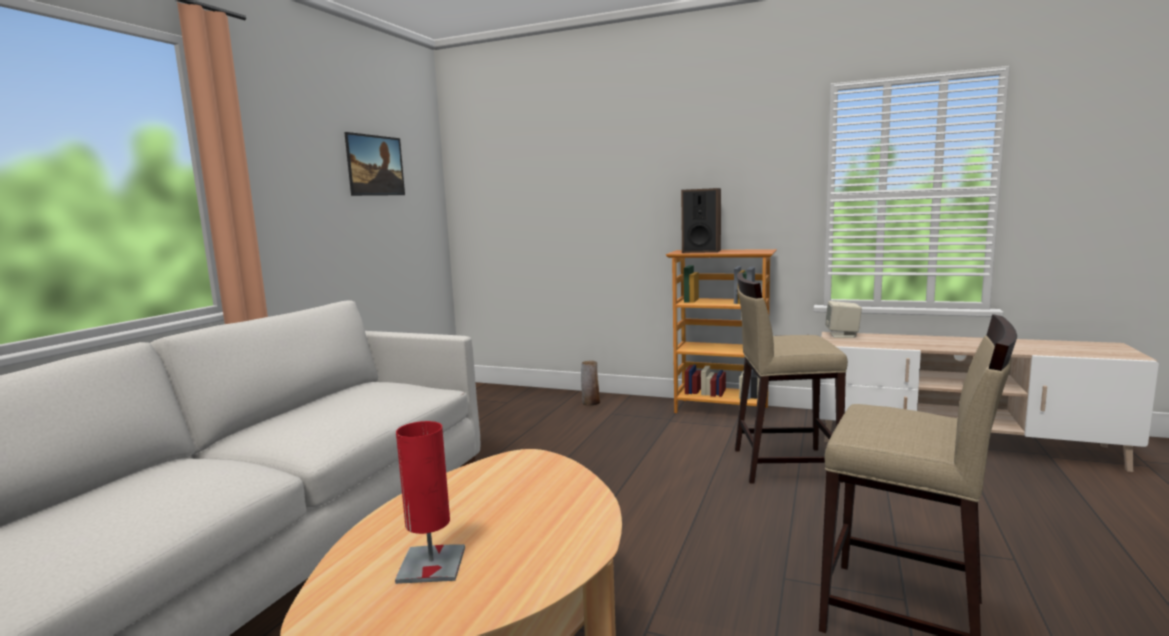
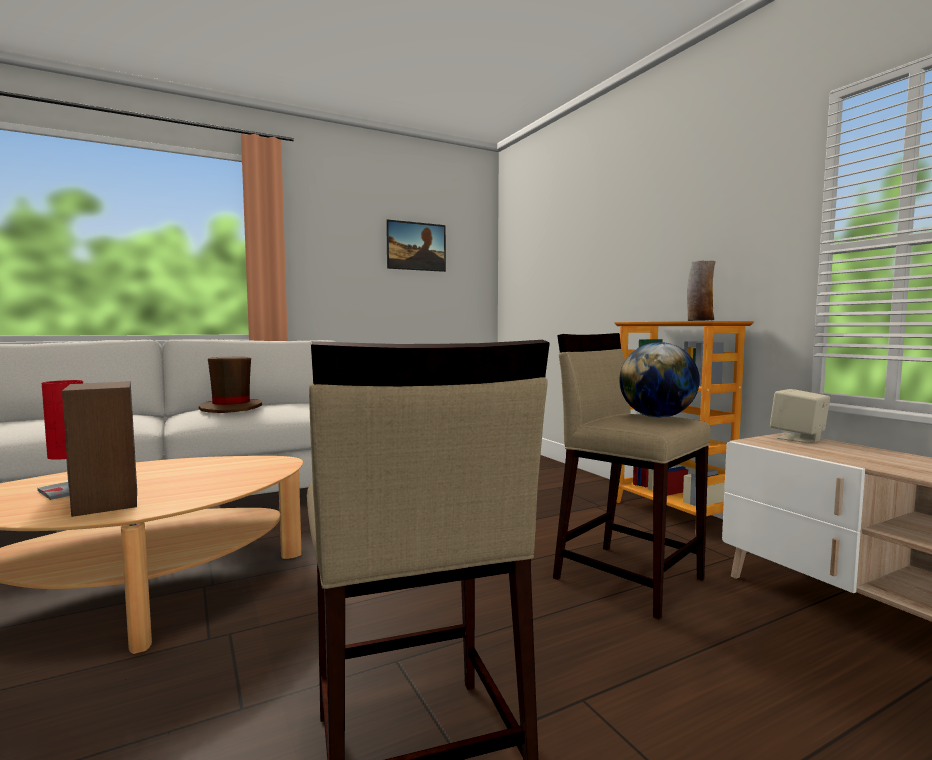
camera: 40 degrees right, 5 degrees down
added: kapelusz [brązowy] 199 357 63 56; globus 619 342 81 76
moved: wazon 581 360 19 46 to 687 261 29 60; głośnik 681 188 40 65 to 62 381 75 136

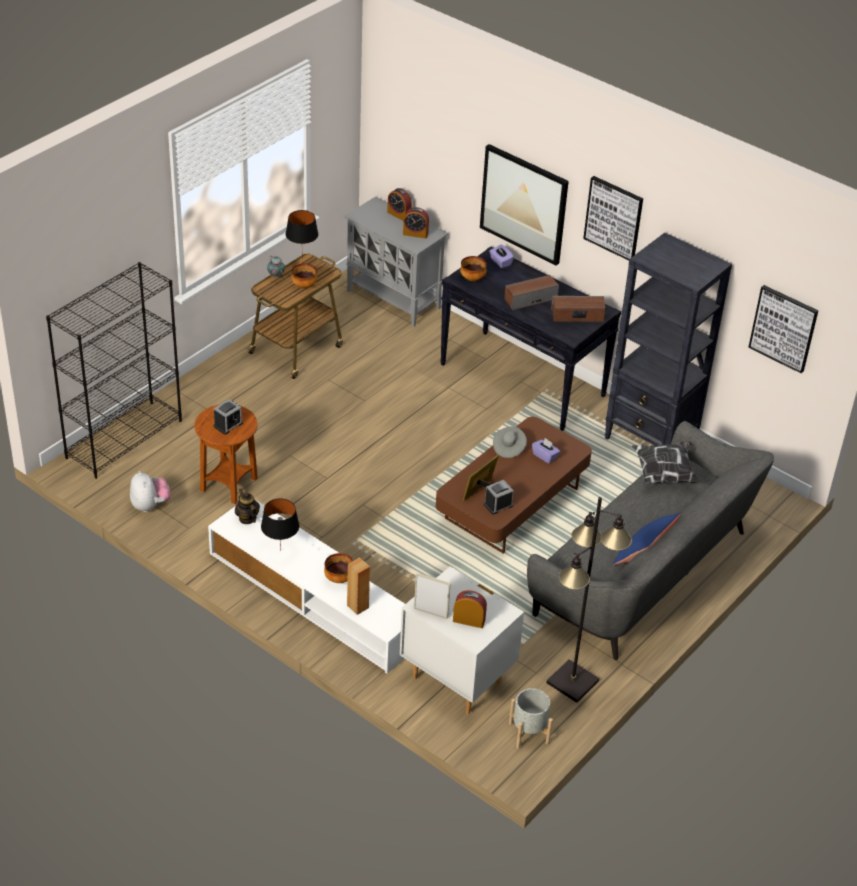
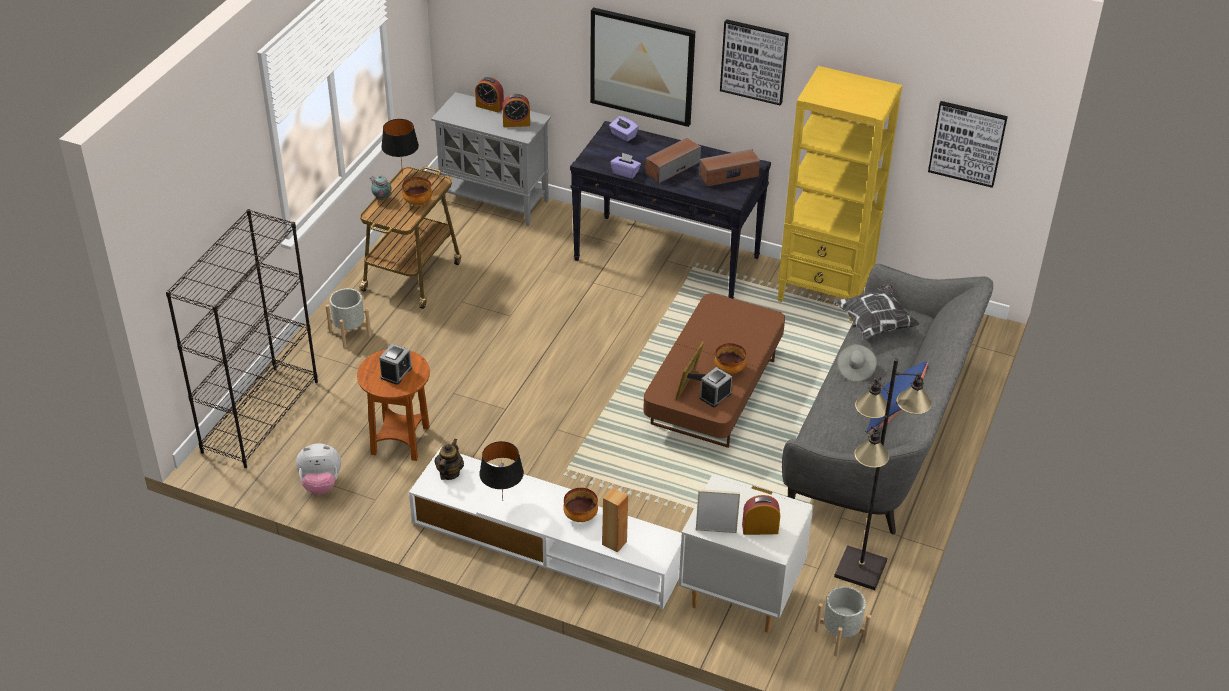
camera: 15 degrees left, 0 degrees up
added: donica [szary] 326 288 45 60
moved: miska 460 256 27 25 to 715 343 32 31; kapelusz [szary] 493 426 34 32 to 837 344 40 38; pudełko chusteczek [fioletowy] 532 438 28 26 to 610 152 31 27
recoloured: regał [czarny] 605 233 127 212 to regał [żółty] 778 66 124 256
turned: pluszak 130 471 41 41 = 296 443 45 51 120 degrees clockwise; imbryk 235 489 25 35 = 435 439 29 41 60 degrees clockwise

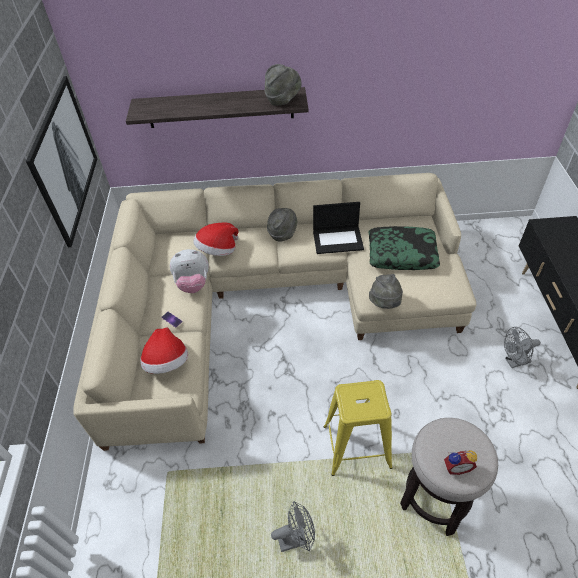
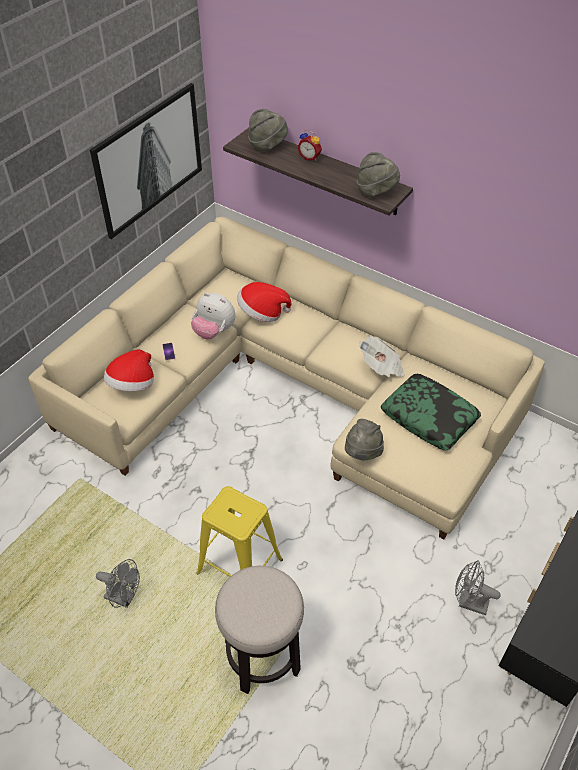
camera: 35 degrees right, 0 degrees up
moved: kapelusz [szary] 267 208 30 34 to 248 109 40 43; budzik 444 450 33 25 to 297 130 25 31
replaced: laptop 313 202 51 52 to gazeta 359 336 46 41

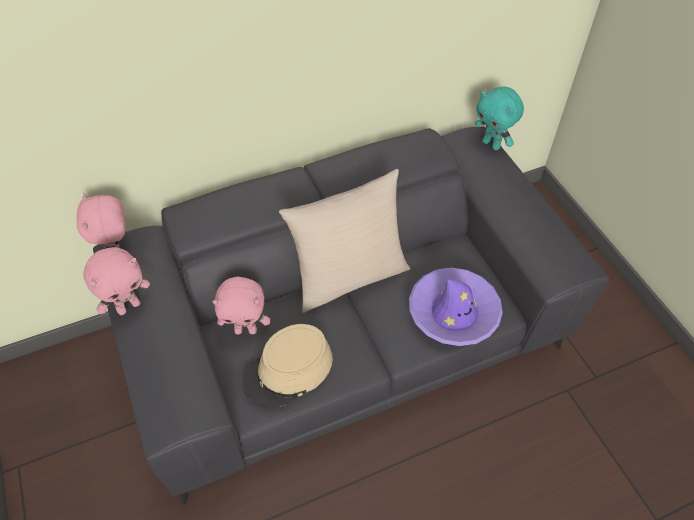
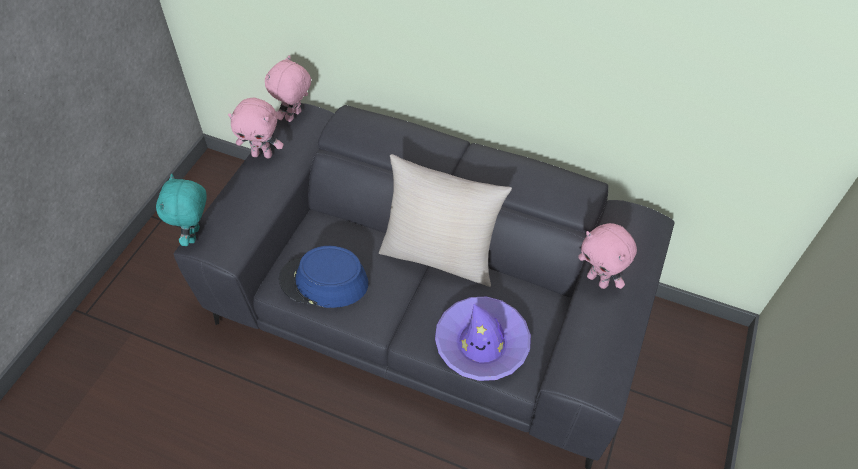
camera: 45 degrees right, 0 degrees up
moved: pluszak [różowy] 212 277 58 57 to 578 223 59 66; pluszak [turkusowy] 475 86 49 64 to 156 174 51 72
recoloured: kapelusz [beżowy] 242 324 91 83 to kapelusz [niebieski] 279 246 90 62

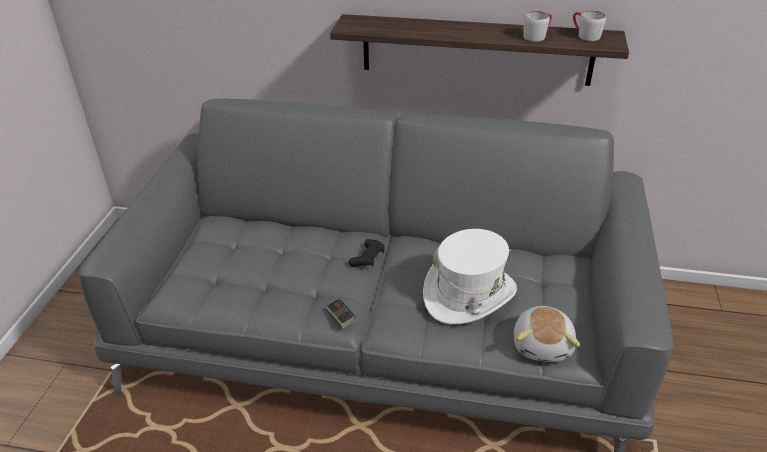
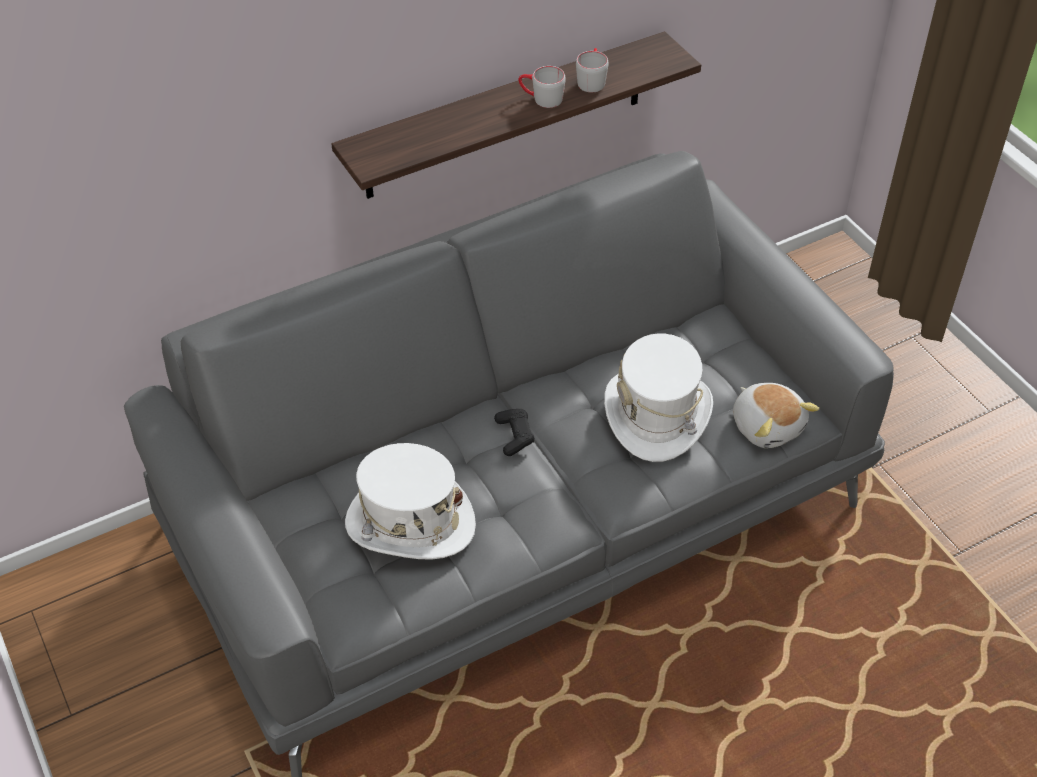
camera: 40 degrees left, 10 degrees up
removed: pad do gier 325 299 31 30
added: kapelusz [biały] 345 443 131 117
moved: kubek [szary] 573 10 33 31 to 518 66 48 42

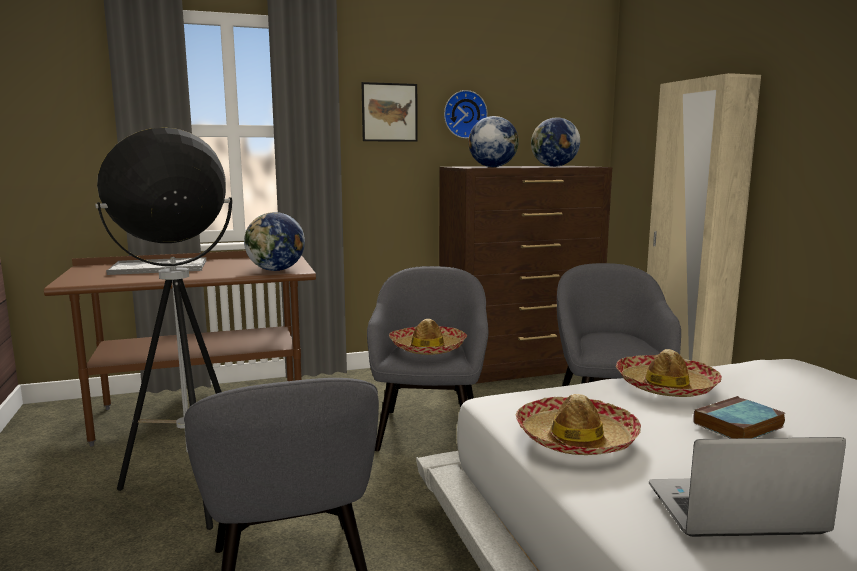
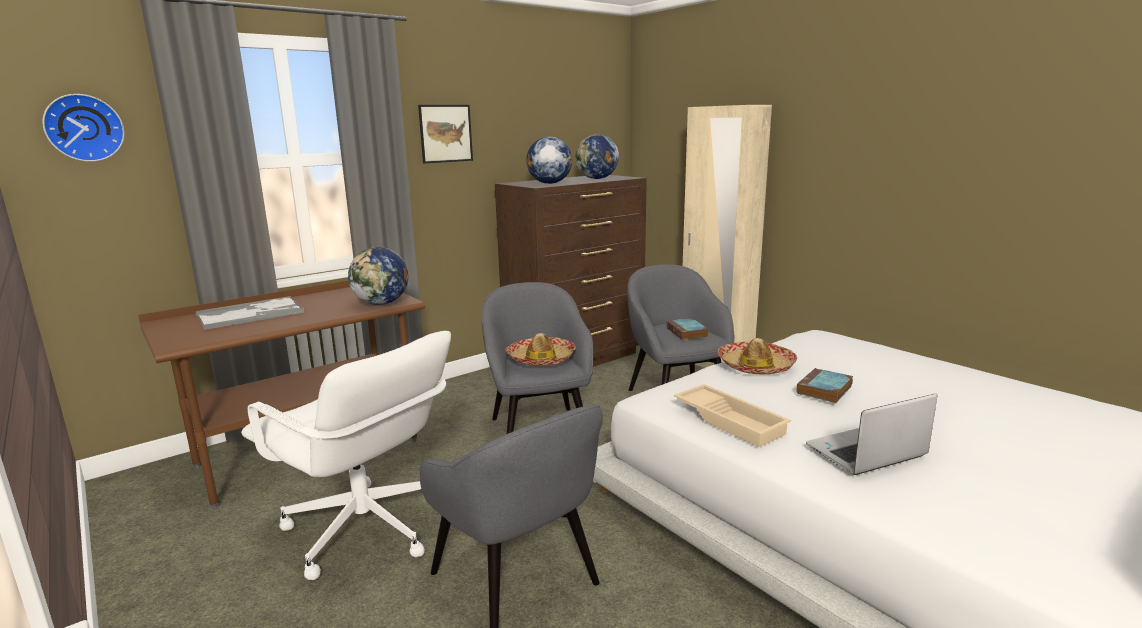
camera: 20 degrees left, 5 degrees up
added: książka 667 318 42 22
moved: zegar ścienny 444 90 44 49 to 42 94 83 68
replaced: lampa stojąca 95 127 138 403 to krzesło biurowe [biały] 241 331 210 249; kapelusz 516 394 125 61 to taca [beżowy] 674 384 117 63

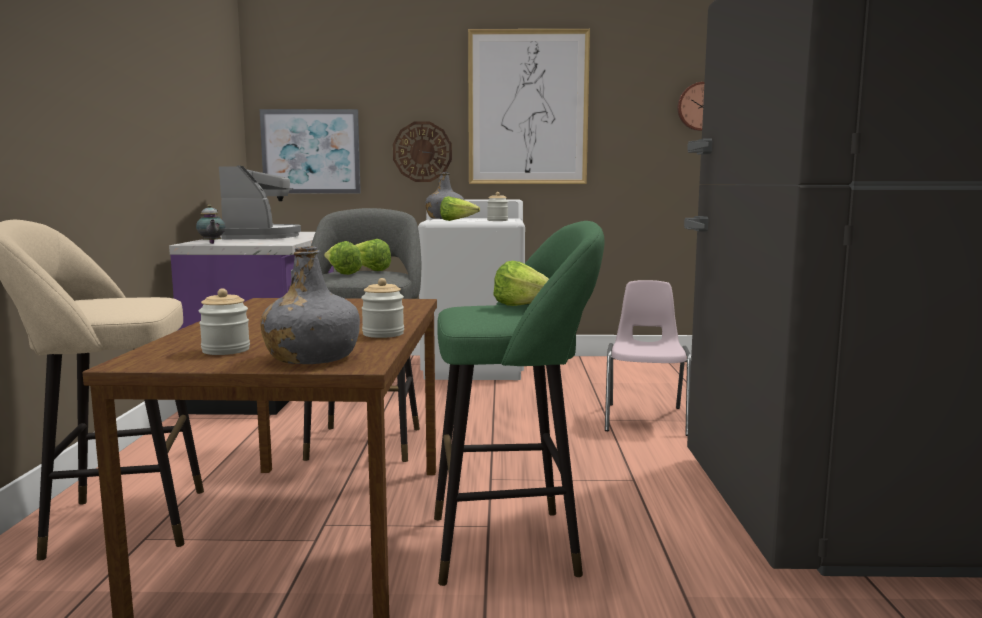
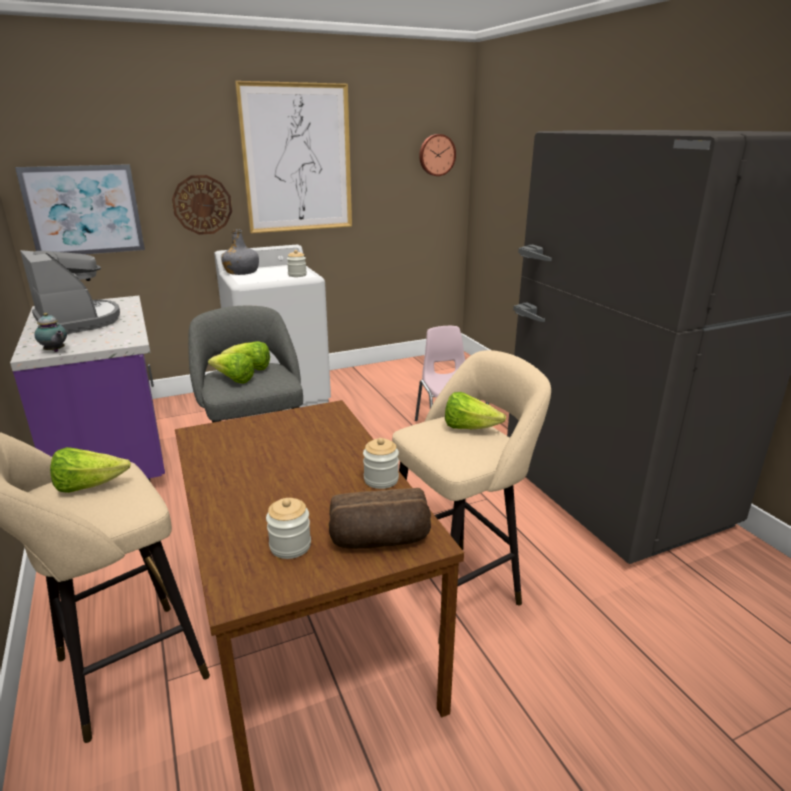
camera: 25 degrees left, 15 degrees up
moved: sałata 440 196 40 25 to 50 447 81 46
replaced: butelka [szary] 260 246 100 118 to chleb 329 488 102 61
recoloured: stołek [zielony] 434 221 170 365 to stołek [beżowy] 392 350 159 294

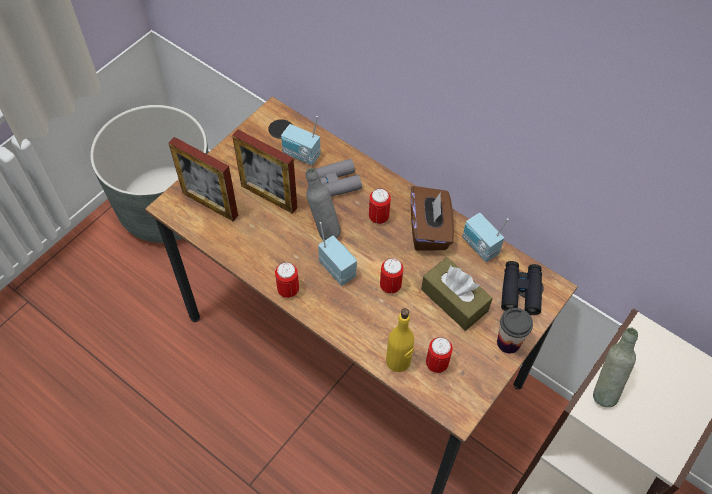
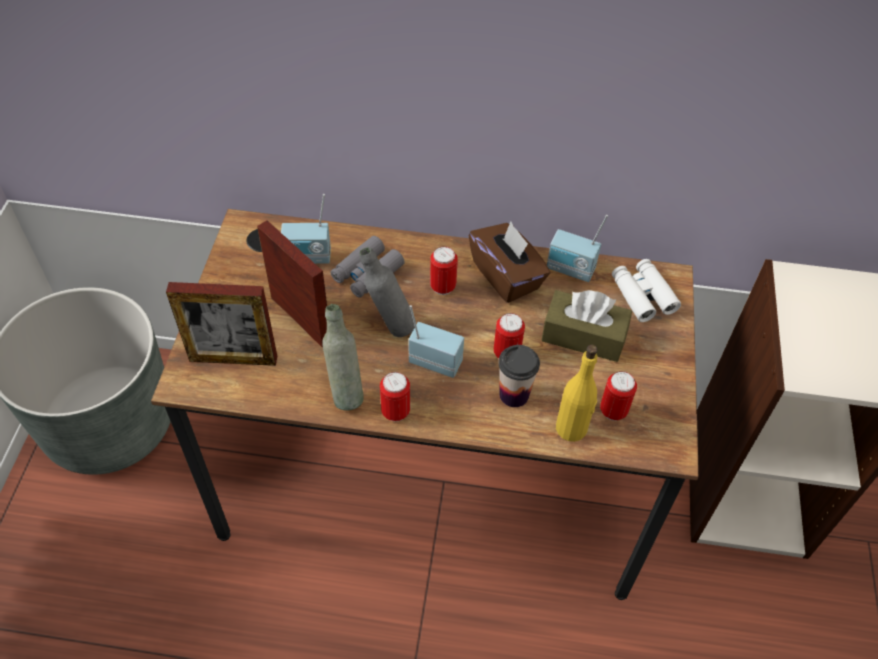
camera: 30 degrees left, 5 degrees down
moved: filiżanka 497 308 36 46 to 498 345 42 62; butelka [szary] 593 327 45 80 to 322 304 42 107
recoloured: lornetka [czarny] 501 261 41 54 to lornetka [biały] 612 259 69 63
turned: ramka na zdjęcie 232 130 66 84 = 257 220 70 127 135 degrees counterclockwise

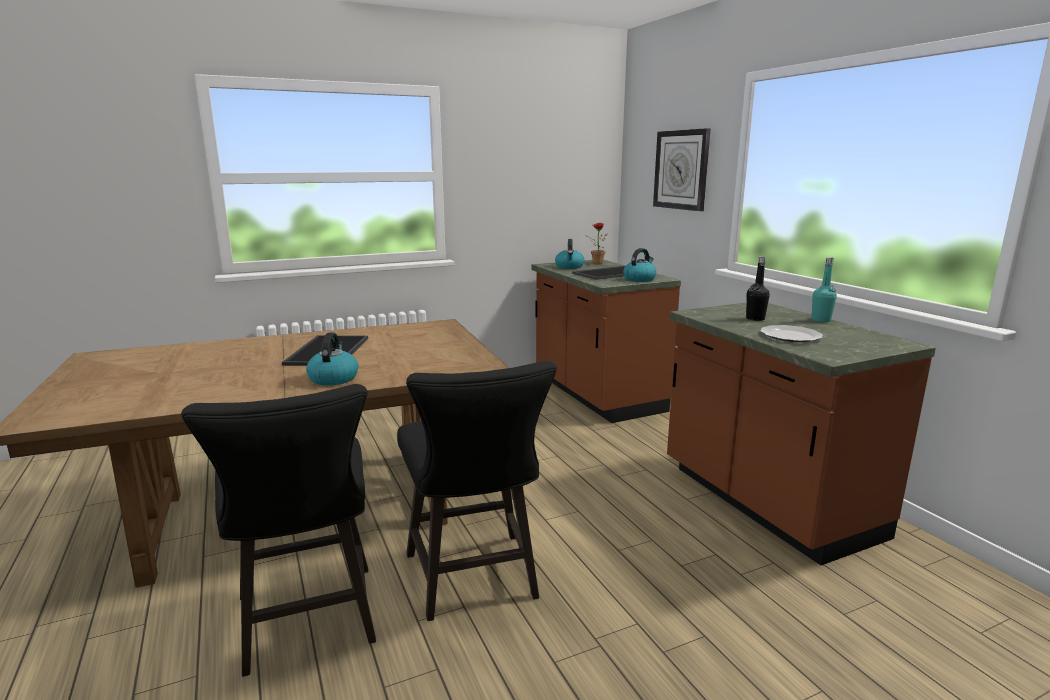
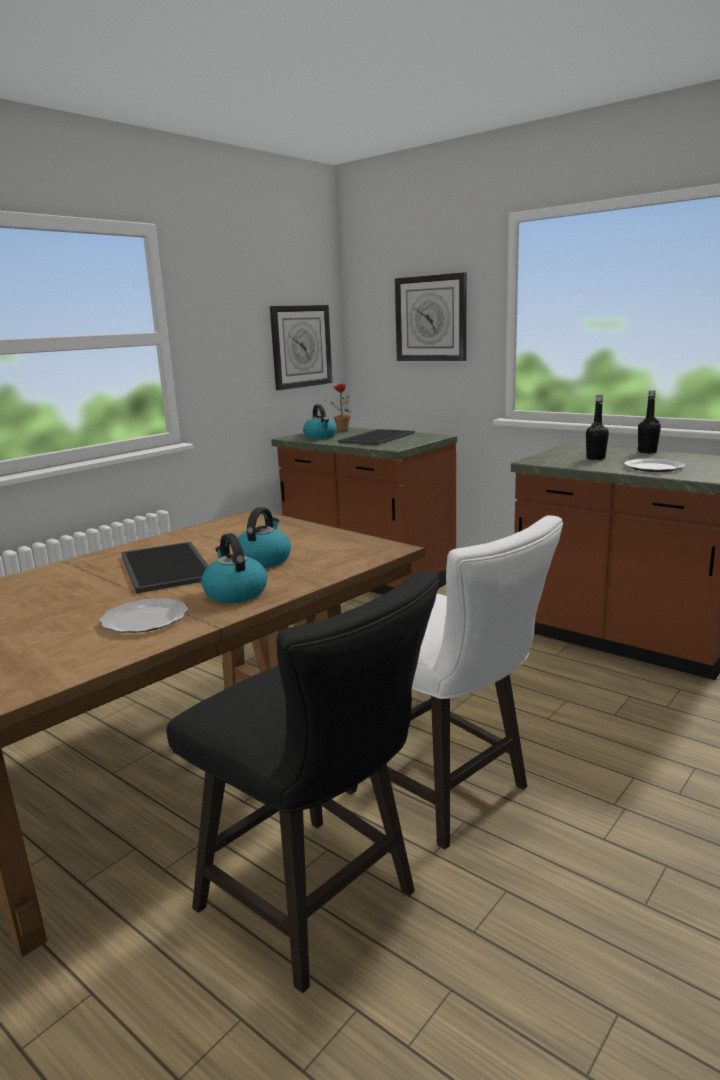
camera: 25 degrees left, 0 degrees up
added: talerz 99 598 89 35; zegar ścienny 270 305 62 85
moved: czajnik 623 248 34 34 to 238 507 53 61
recoloured: stołek [czarny] 397 361 160 260 to stołek [biały] 346 515 217 334; butelka [turkusowy] 811 257 26 65 to butelka [czarny] 638 390 23 64

